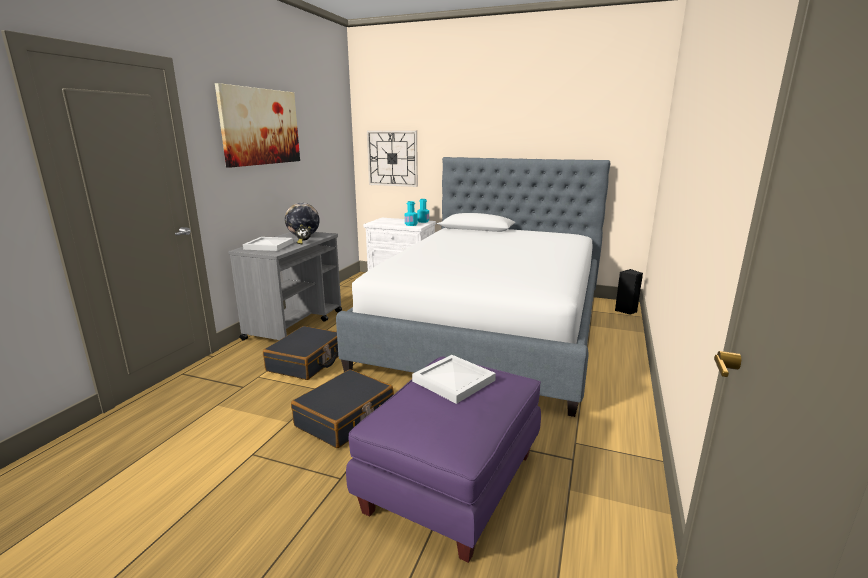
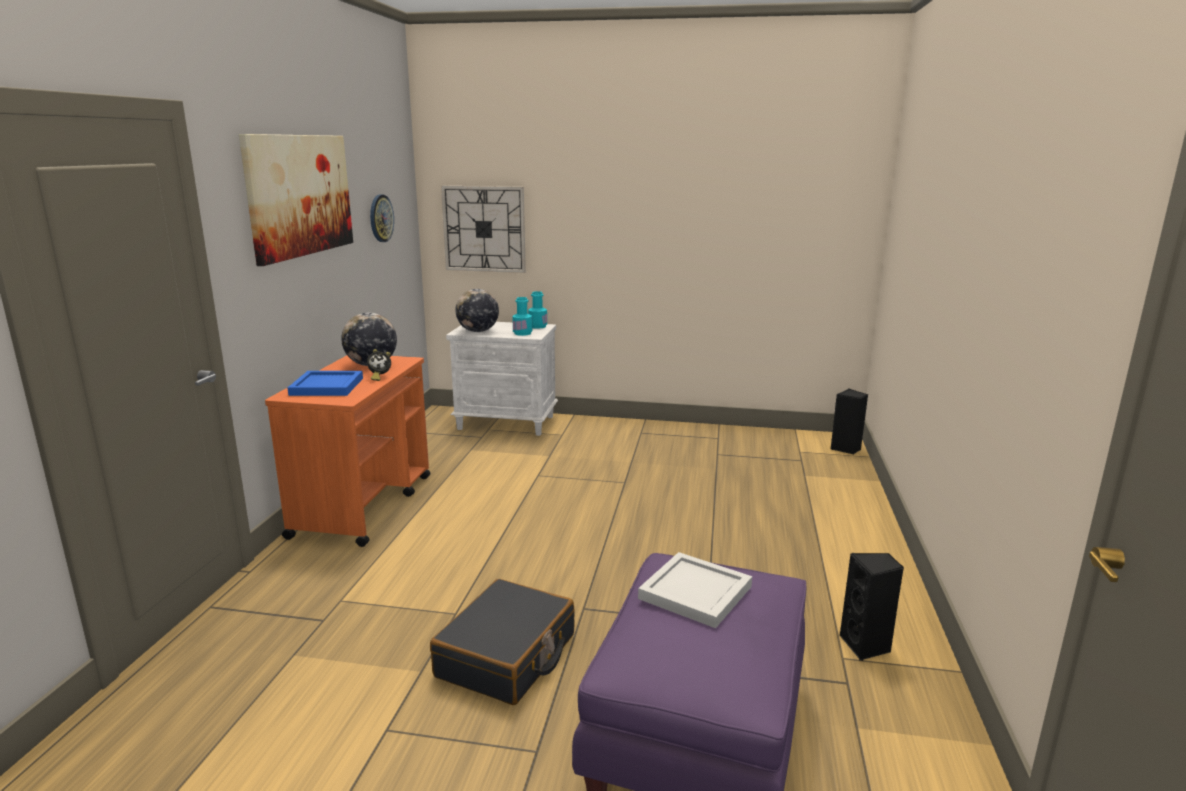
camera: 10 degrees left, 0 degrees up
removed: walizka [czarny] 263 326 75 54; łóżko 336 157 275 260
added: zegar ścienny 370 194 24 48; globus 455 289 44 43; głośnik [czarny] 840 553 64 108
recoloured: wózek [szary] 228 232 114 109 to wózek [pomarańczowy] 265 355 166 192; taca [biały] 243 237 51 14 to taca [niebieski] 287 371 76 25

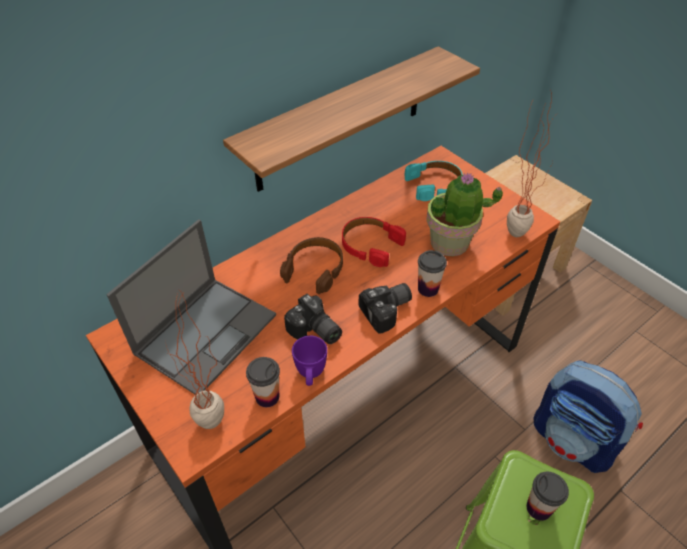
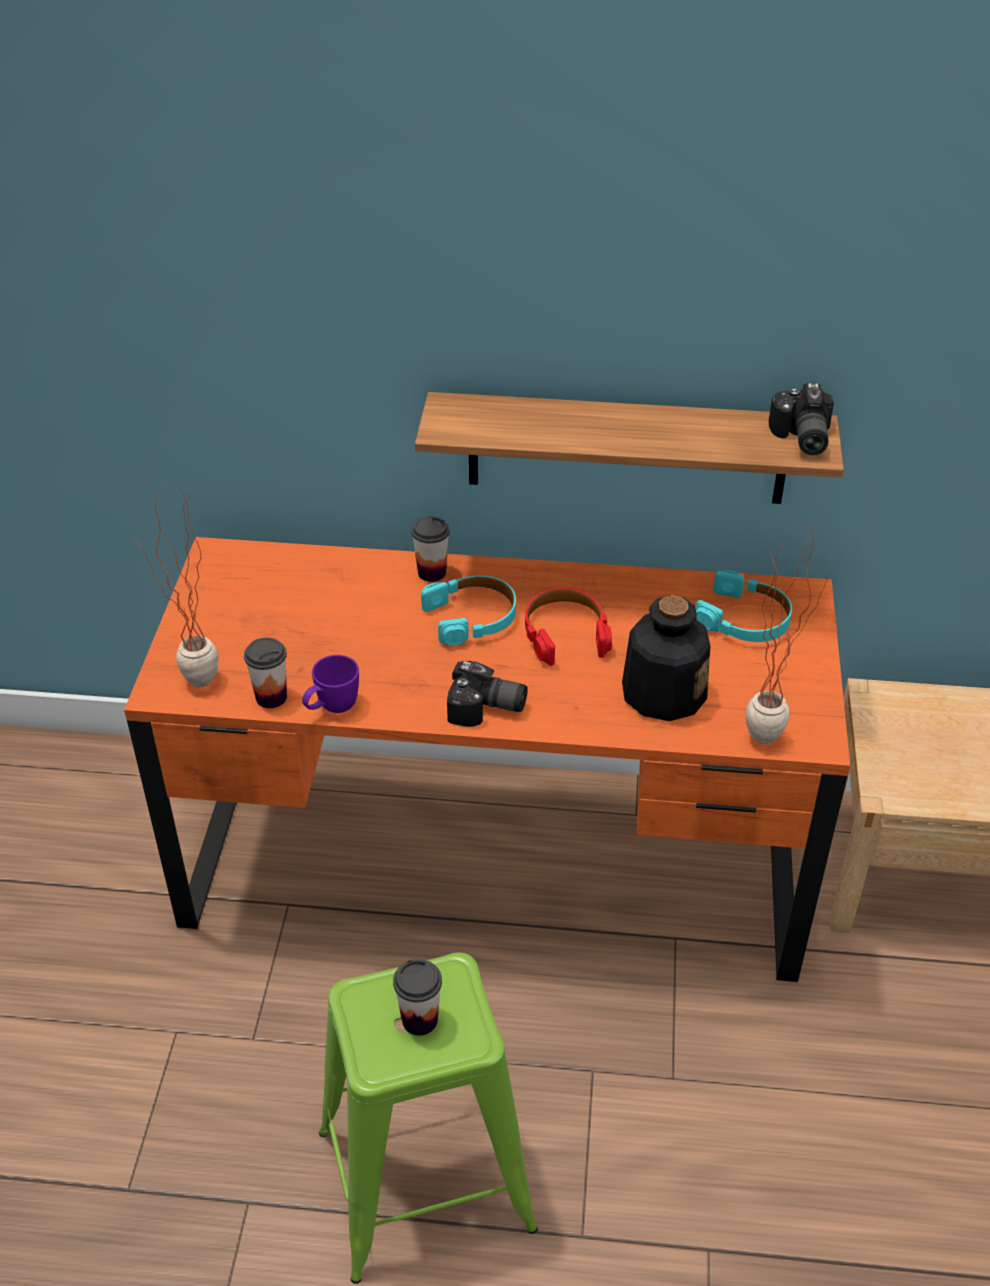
camera: 45 degrees right, 5 degrees down
removed: laptop 106 219 170 175; plecak 533 360 110 113
moved: aparat fotograficzny 284 294 58 50 to 769 382 65 73; filiżanka 418 250 29 47 to 411 516 39 66
replaced: roślina doniczkowa 426 172 77 84 to butelka 622 595 88 126
recoloured: słuchawki [brązowy] 280 237 63 57 to słuchawki [turkusowy] 421 575 95 71

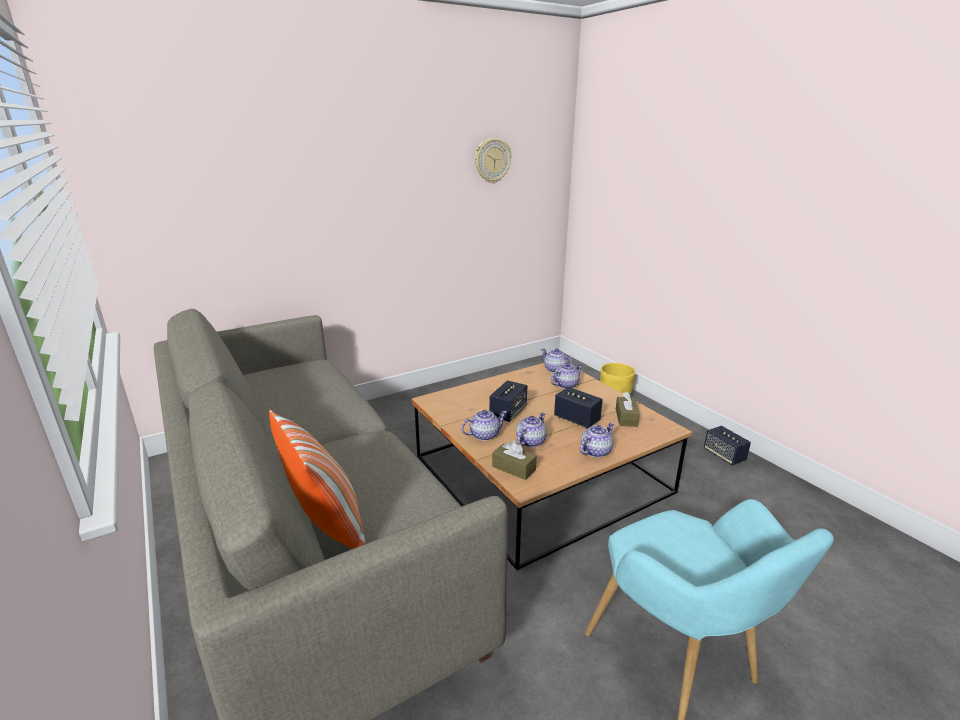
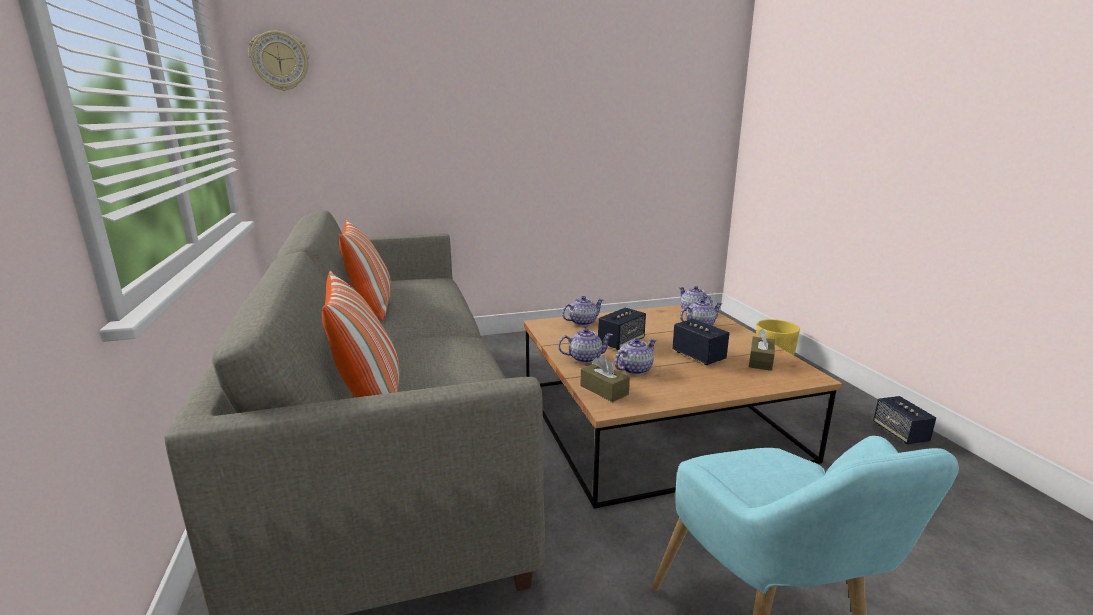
camera: 15 degrees right, 5 degrees down
added: poduszka 339 219 52 102
moved: zegar ścienny 475 138 36 45 to 249 31 60 60; imbryk 580 423 34 35 to 562 296 41 30

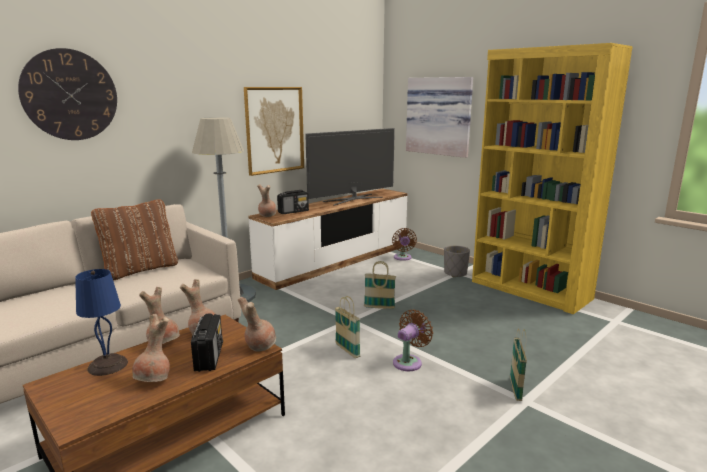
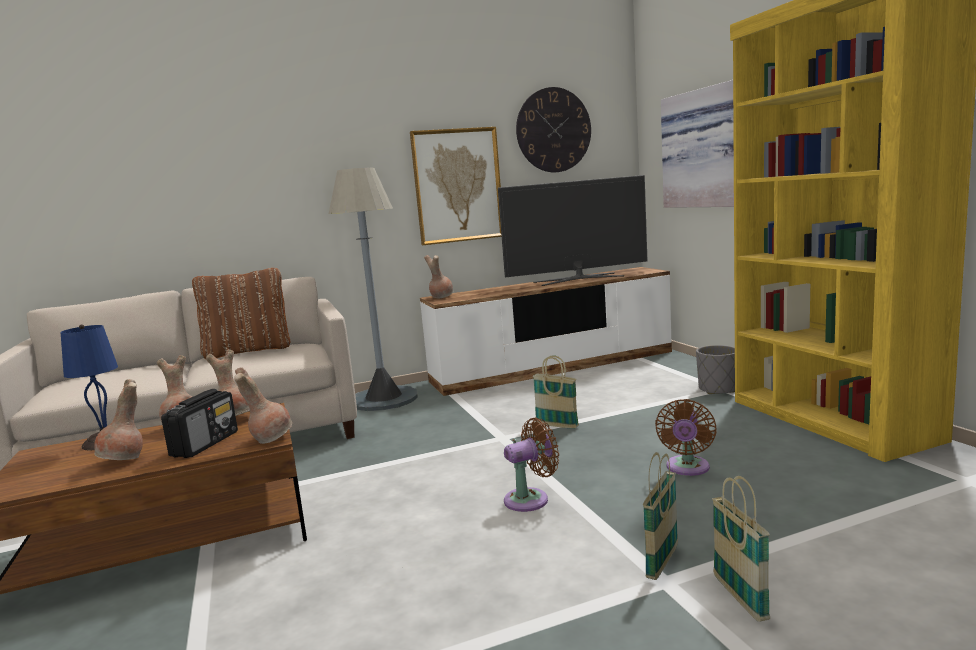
camera: 25 degrees right, 5 degrees down
removed: radio 277 190 32 24
moved: zegar ścienny 18 48 99 92 to 516 87 75 85; koszyk 335 296 25 62 to 712 476 58 146; wentylator [brązowy] 392 228 25 33 to 655 399 62 77

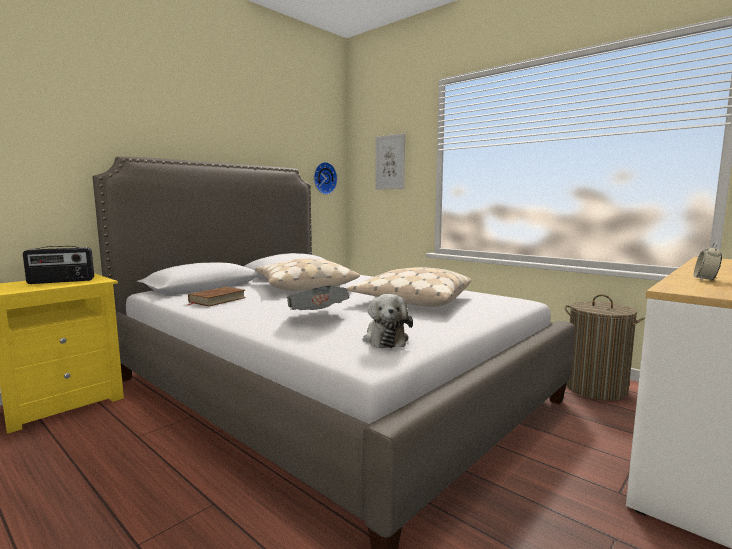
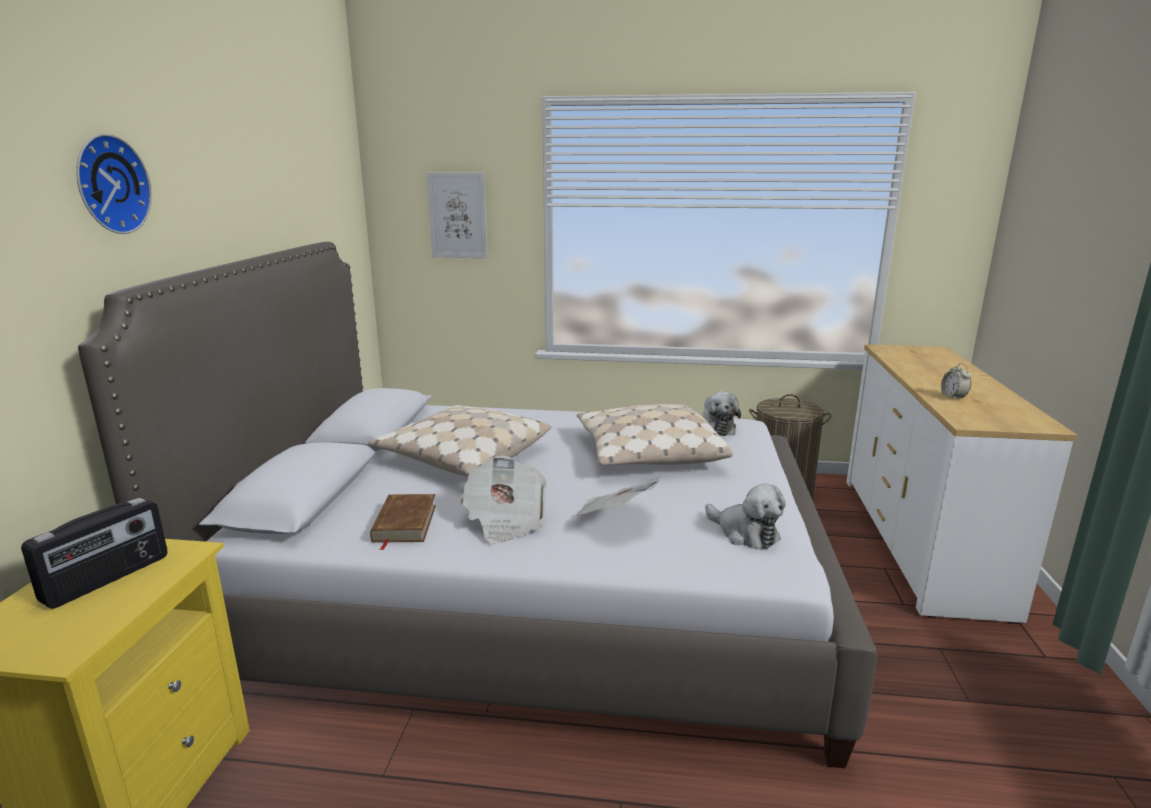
camera: 35 degrees left, 10 degrees up
added: gazeta 461 456 85 88; pluszak 701 391 40 45
moved: zegar ścienny 314 162 24 33 to 76 134 76 100

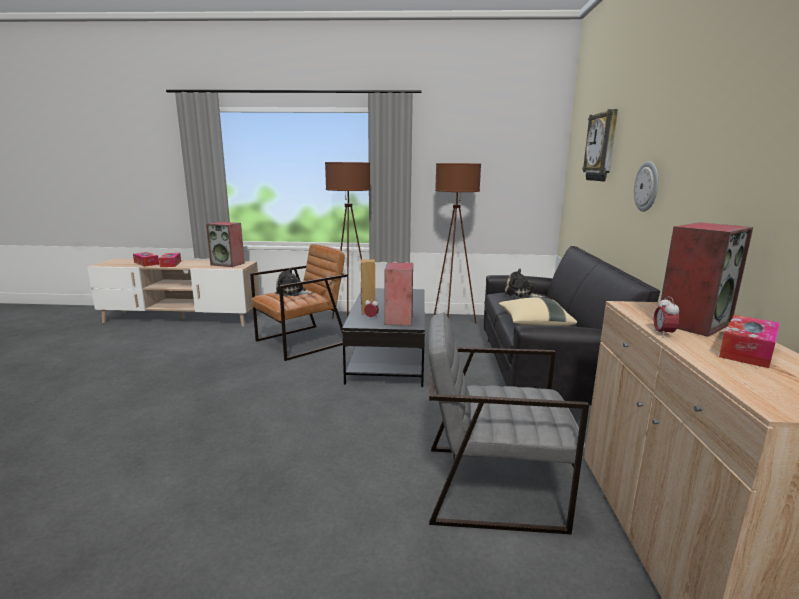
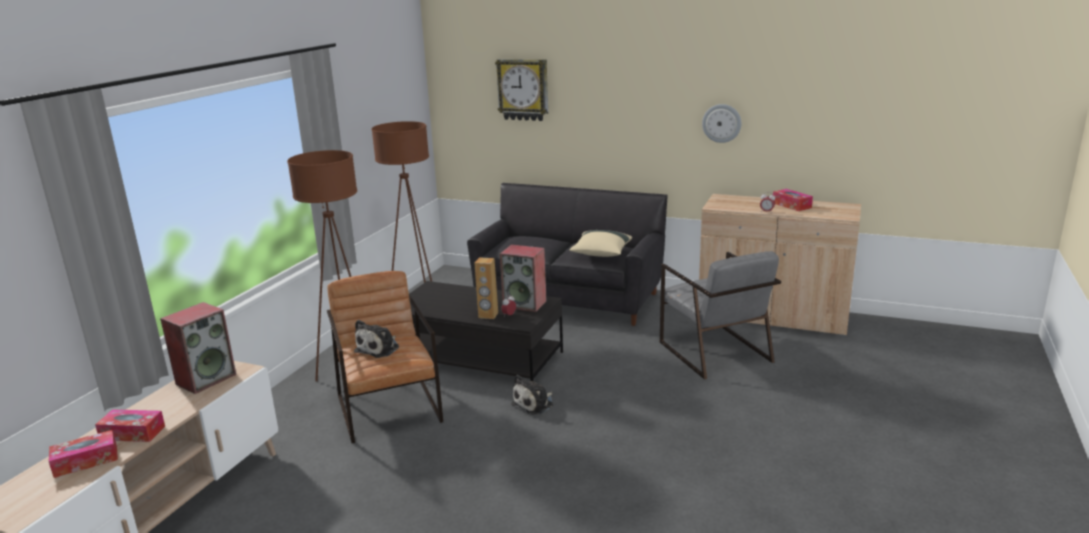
camera: 70 degrees left, 5 degrees up
removed: głośnik 661 222 92 115
moved: pluszak 504 269 40 30 to 511 375 42 40; zegar ścienny 634 161 25 51 to 702 104 39 39
turned: fotel [szary] 428 313 161 221 = 660 251 121 129 45 degrees counterclockwise

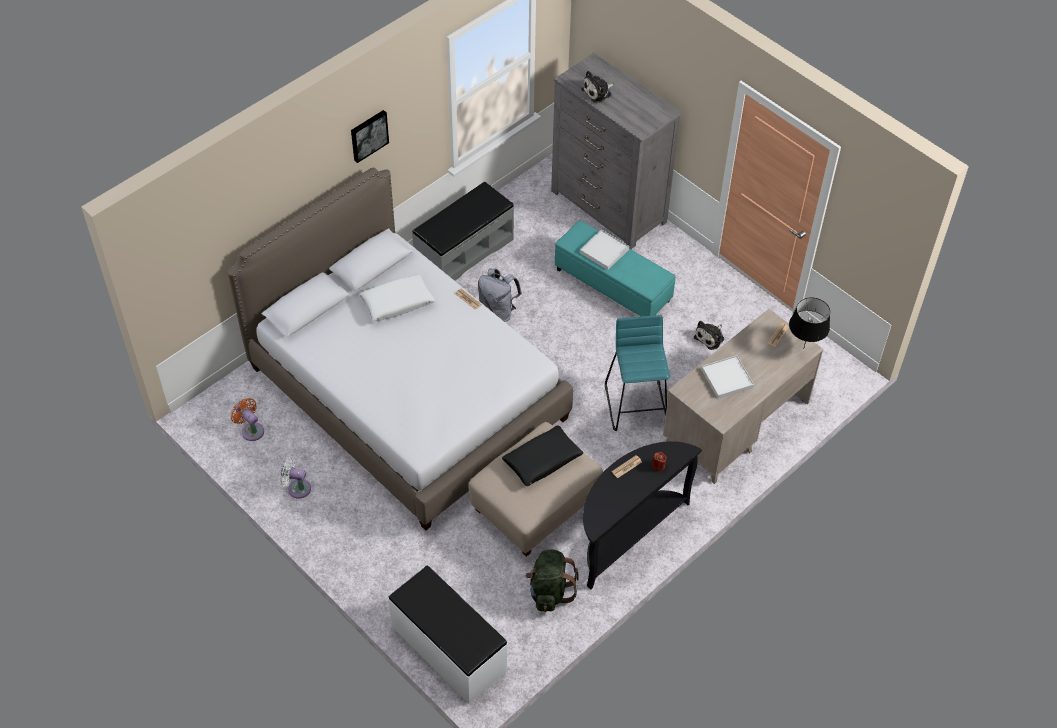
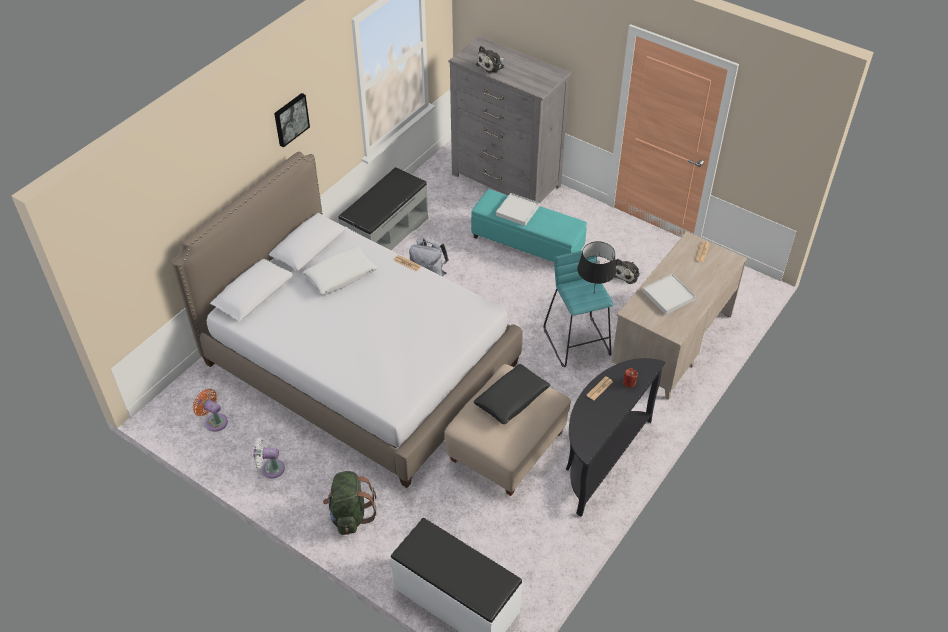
camera: 10 degrees left, 5 degrees down
moved: plecak [zielony] 525 549 54 63 to 323 471 53 64; lampa stołowa [czarny] 789 297 41 50 to 577 241 39 50

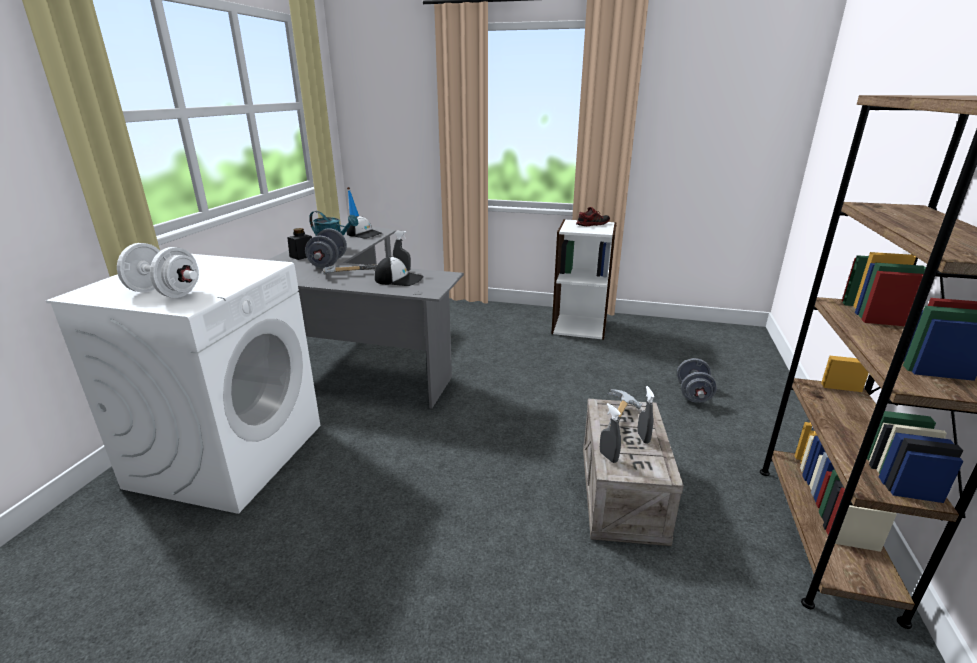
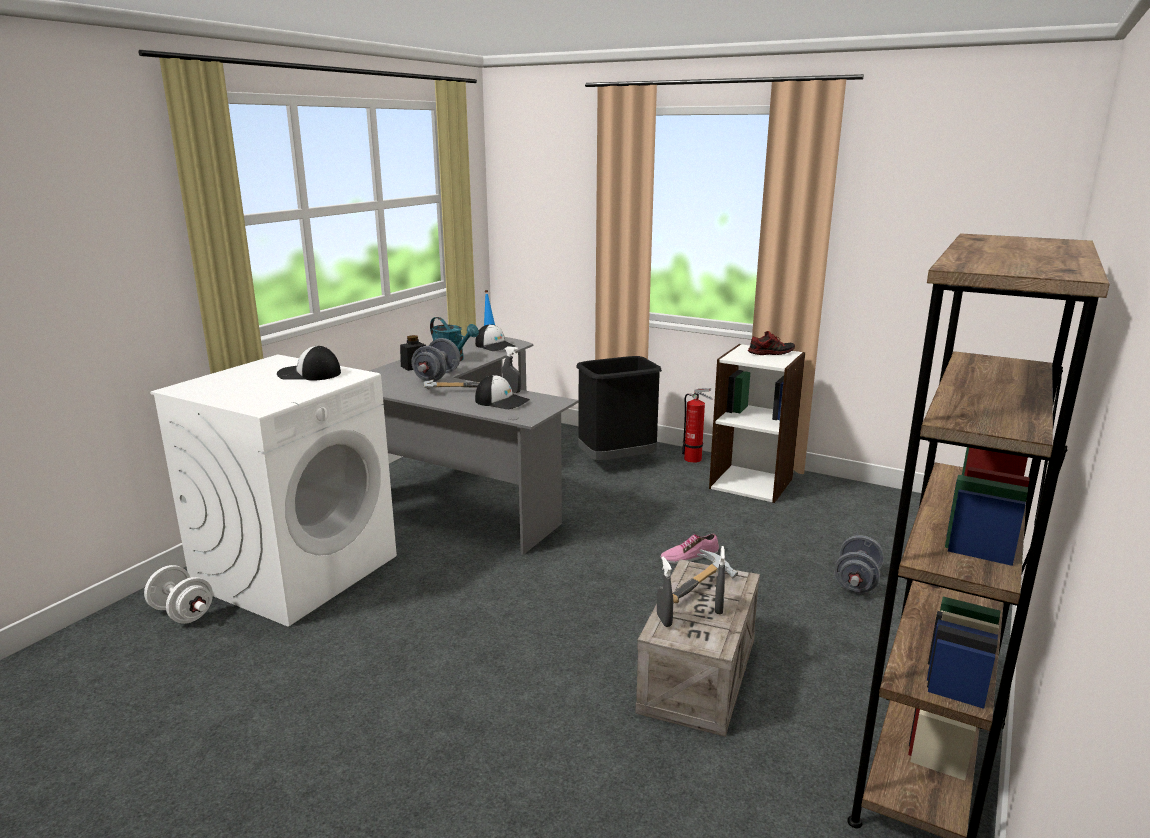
camera: 15 degrees right, 5 degrees down
added: czapka z daszkiem 277 346 64 34; kosz na śmieci [czarny] 576 356 86 104; but 661 534 58 30; gaśnica 682 388 30 75
moved: hantel [biały] 117 243 82 55 to 144 565 69 59

